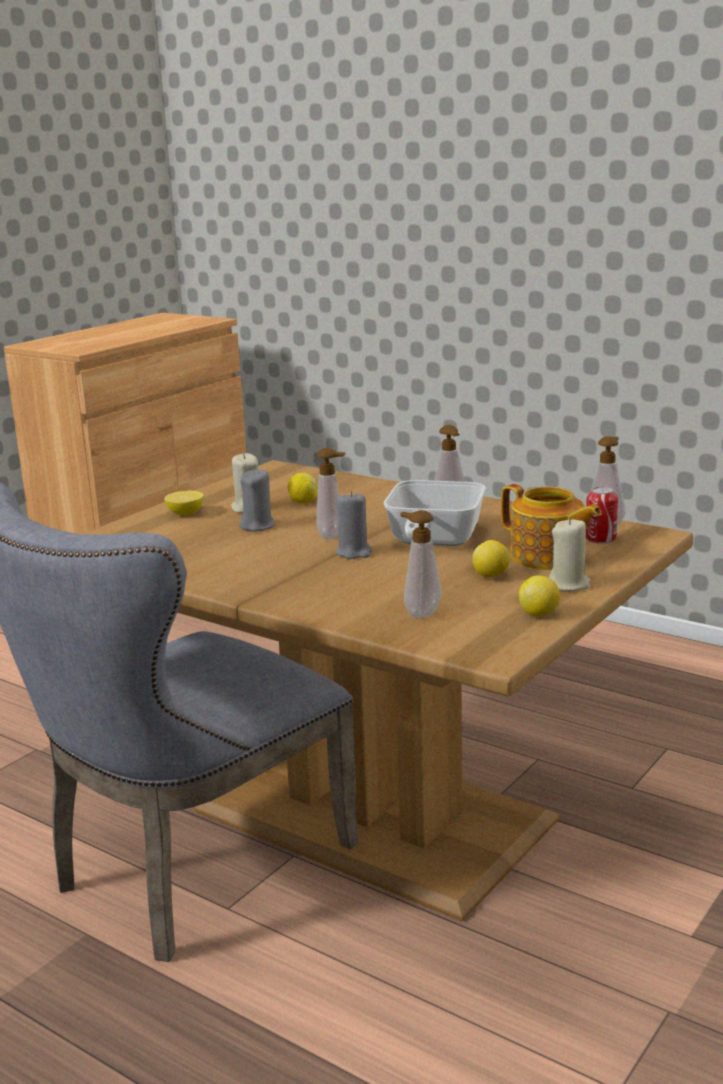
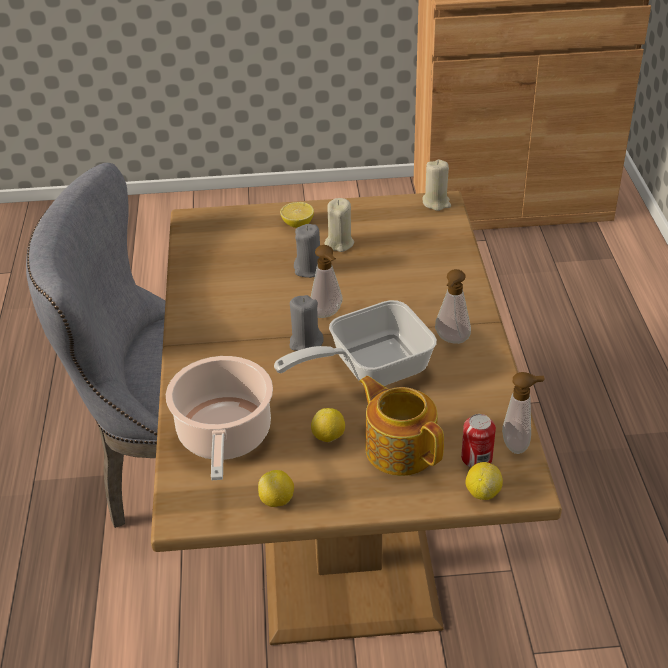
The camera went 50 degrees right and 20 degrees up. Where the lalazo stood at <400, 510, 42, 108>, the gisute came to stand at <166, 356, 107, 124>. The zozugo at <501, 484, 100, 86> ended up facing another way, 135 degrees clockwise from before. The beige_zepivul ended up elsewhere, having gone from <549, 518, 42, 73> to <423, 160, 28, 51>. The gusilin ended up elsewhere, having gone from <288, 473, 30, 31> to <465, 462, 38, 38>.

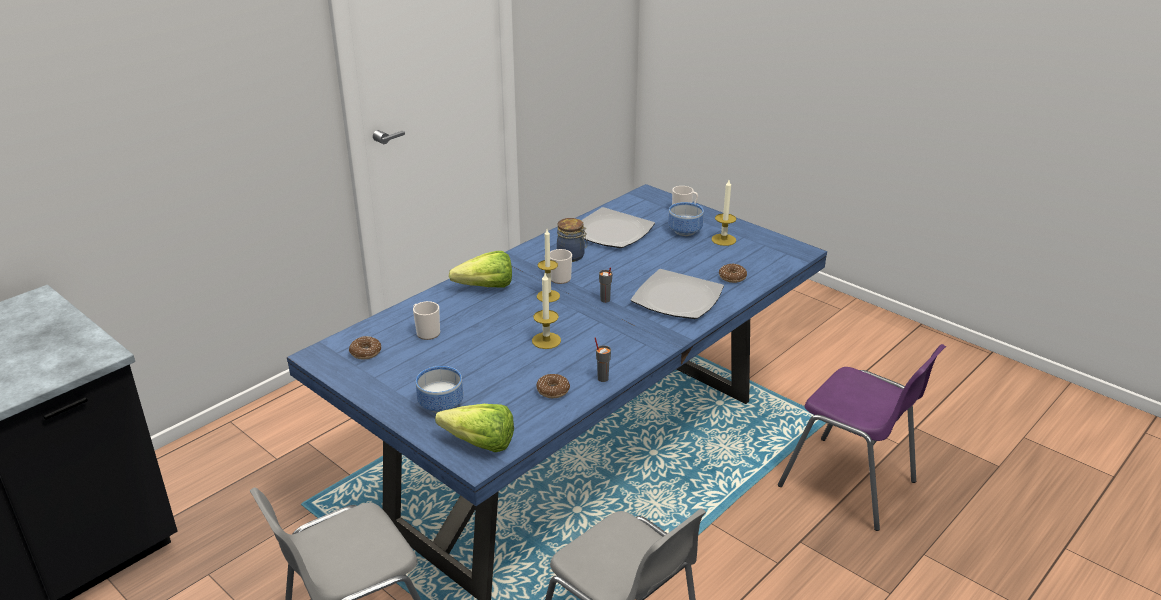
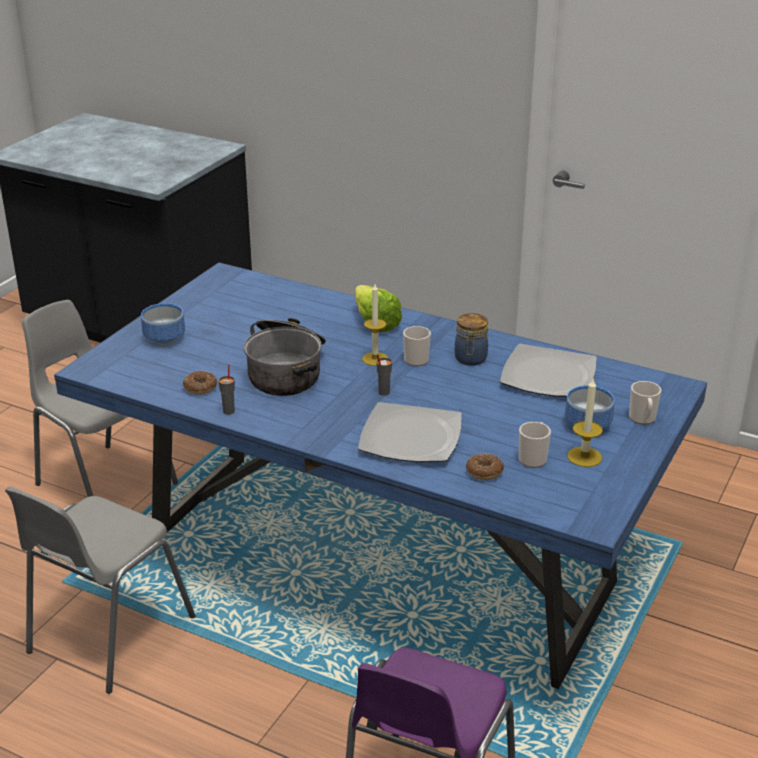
The camera went 75 degrees right and 0 degrees up. Where the zepivul stood at <532, 273, 29, 76>, the gisute came to stand at <244, 318, 82, 78>. The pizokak ended up elsewhere, having gone from <413, 301, 27, 39> to <519, 422, 32, 46>. The second view lost the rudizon at <349, 336, 32, 23>. The second view lost the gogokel at <435, 404, 79, 48>.

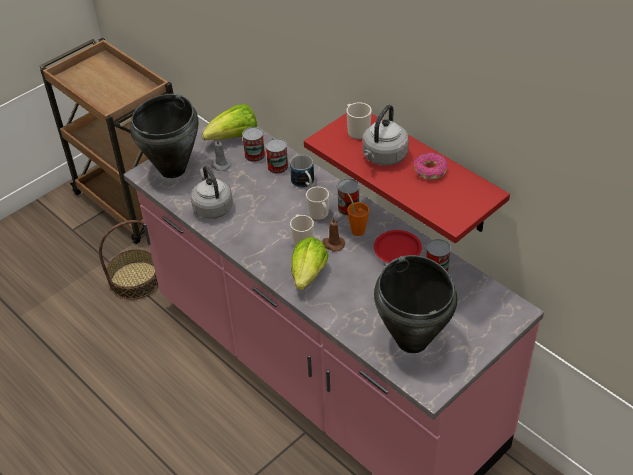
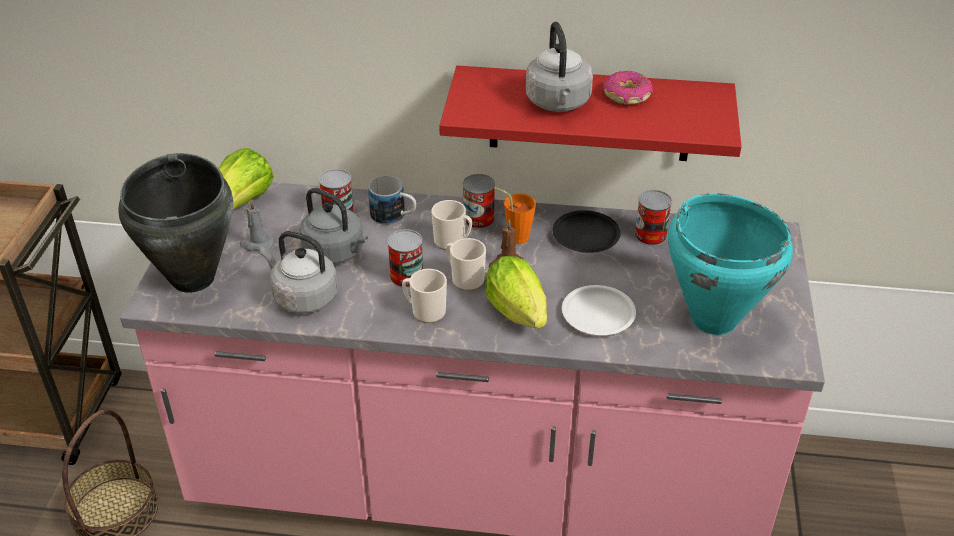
The camera went 40 degrees left and 5 degrees down. The second view gained the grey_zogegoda at <299, 188, 69, 76>. The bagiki ended up elsewhere, having gone from <242, 127, 23, 35> to <387, 229, 36, 59>. The pizokak ended up elsewhere, having gone from <346, 102, 26, 38> to <402, 269, 45, 54>. What was the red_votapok at <374, 230, 48, 33> turned into the black_votapok at <552, 210, 69, 43>. The second view gained the white_votapok at <562, 285, 74, 50>. What was the black_gisute at <374, 255, 83, 98> turned into the turquoise_gisute at <668, 193, 125, 142>.

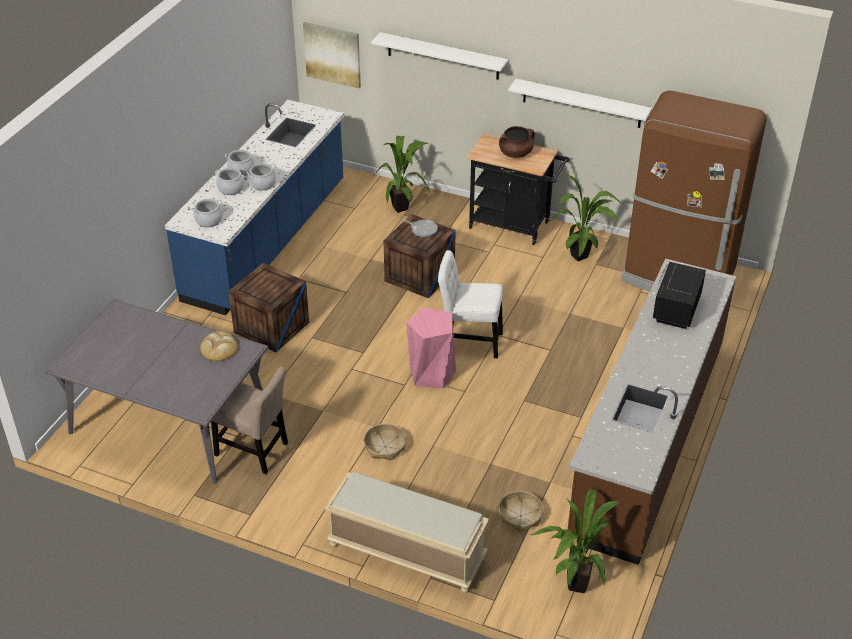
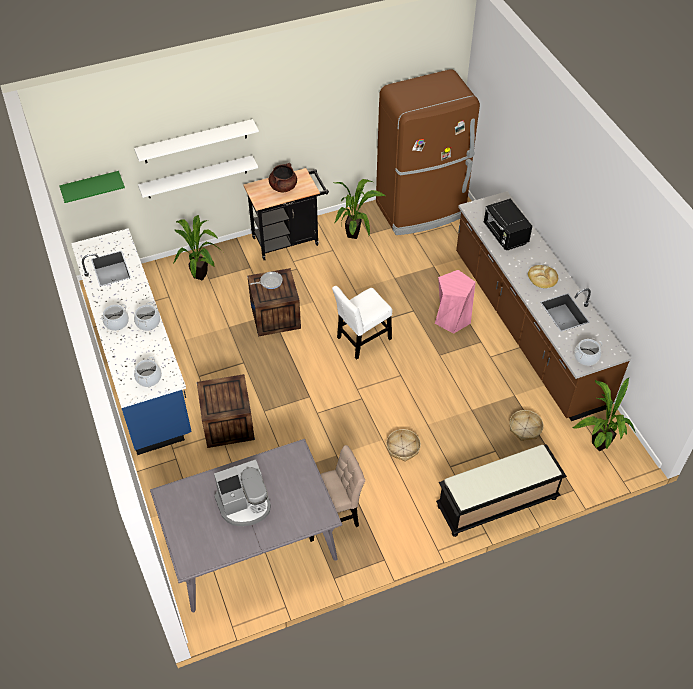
The camera went 45 degrees left and 10 degrees up. Where the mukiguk hung at <303, 22, 58, 66>, the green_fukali came to hang at <59, 171, 66, 32>. The white_fukali ended up elsewhere, having gone from <508, 79, 144, 49> to <138, 155, 120, 43>. The second view gained the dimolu at <214, 459, 57, 67>. The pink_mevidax ended up elsewhere, having gone from <406, 307, 50, 82> to <435, 270, 41, 64>. What was the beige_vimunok at <324, 472, 165, 121> turned into the black_vimunok at <436, 444, 131, 93>. The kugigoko ended up elsewhere, having gone from <200, 331, 38, 30> to <528, 265, 30, 23>. The gisute ended up elsewhere, having gone from <215, 168, 30, 27> to <574, 339, 29, 27>.

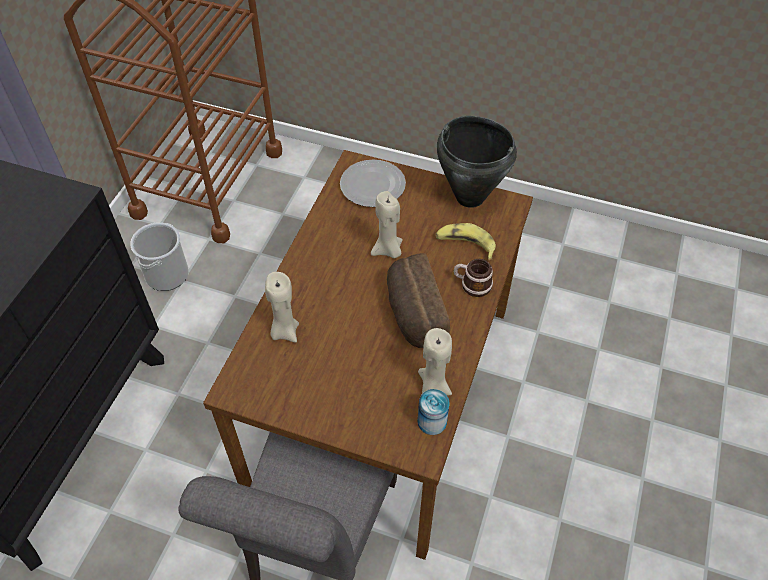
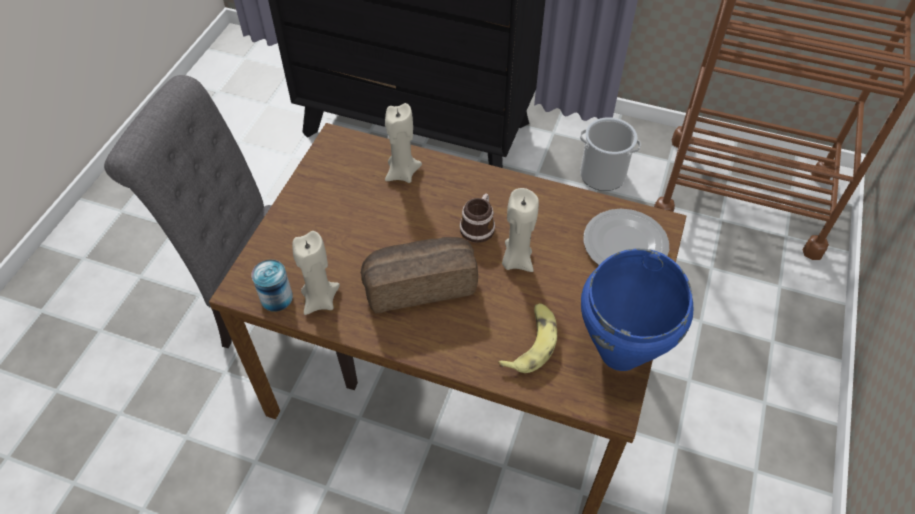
The camera went 90 degrees right and 0 degrees up. The pizokak ended up elsewhere, having gone from <454, 259, 39, 38> to <460, 194, 35, 49>. What was the black_gisute at <437, 116, 80, 92> turned into the blue_gisute at <581, 249, 112, 122>.

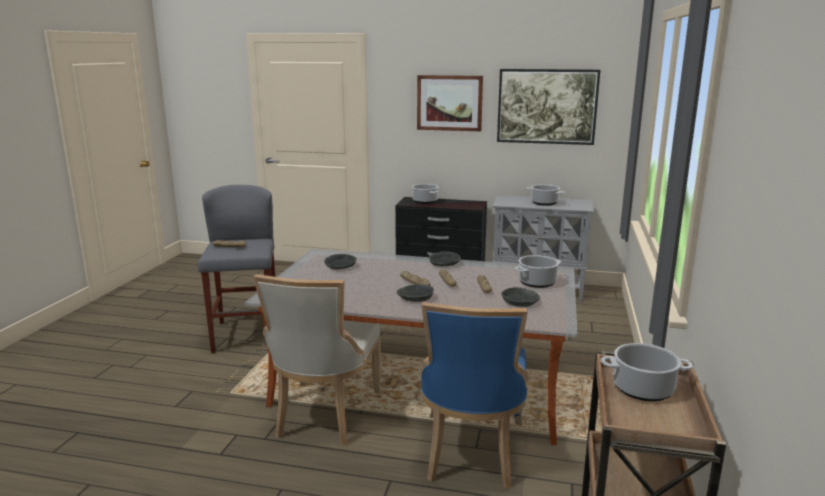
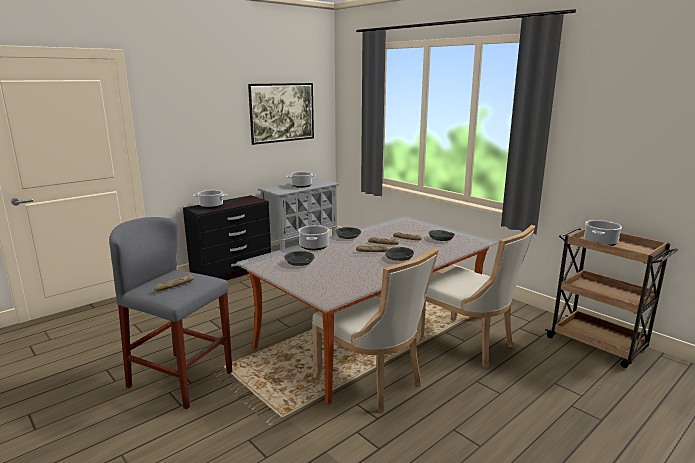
The camera went 55 degrees left and 0 degrees up. The gisute ended up elsewhere, having gone from <515, 255, 46, 33> to <298, 225, 31, 25>. What was the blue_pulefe at <419, 302, 110, 187> turned into the beige_pulefe at <416, 225, 119, 143>. The second view lost the mukiguk at <417, 75, 66, 56>.

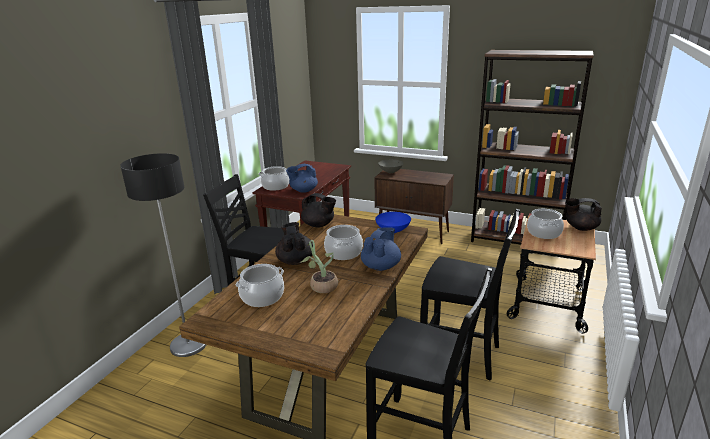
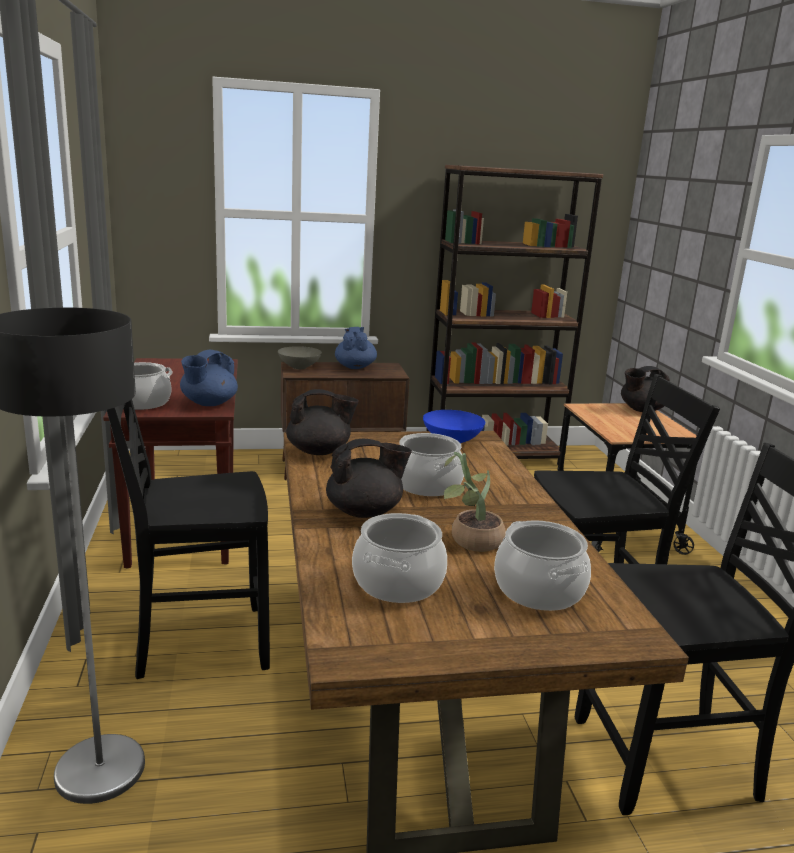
The camera went 35 degrees left and 5 degrees down. The black_zozugo at <275, 222, 38, 43> ended up facing another way, 120 degrees clockwise from before. The blue_zozugo ended up elsewhere, having gone from <361, 227, 40, 44> to <335, 327, 42, 42>. The gisute ended up elsewhere, having gone from <527, 209, 37, 30> to <494, 520, 97, 91>.

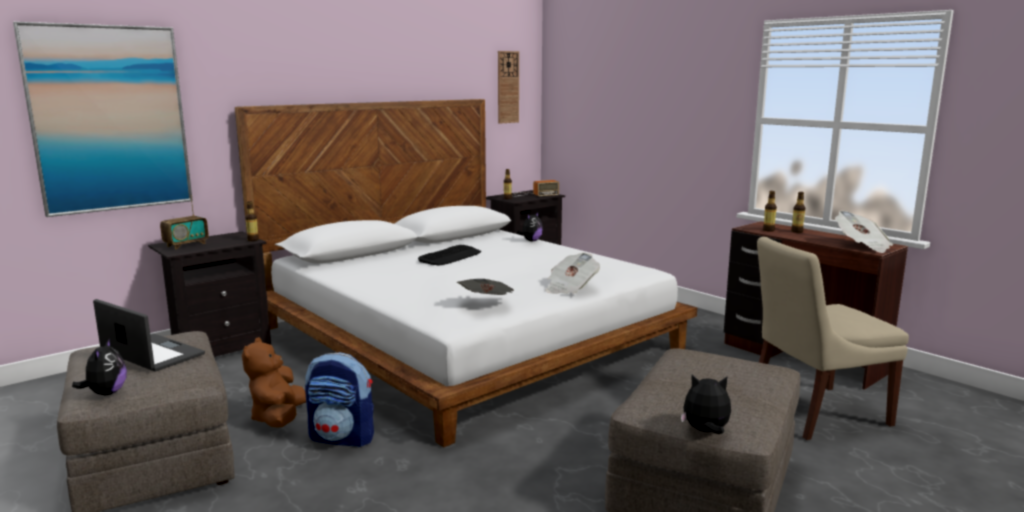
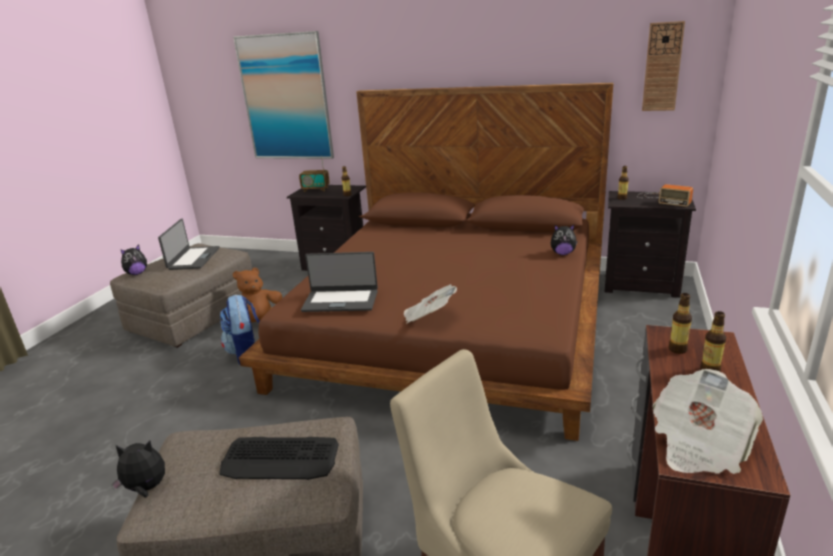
The camera went 60 degrees right and 10 degrees up. The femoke at <681, 375, 50, 59> ended up facing another way, 75 degrees counterclockwise from before. The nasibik ended up elsewhere, having gone from <418, 245, 63, 21> to <220, 437, 119, 43>. What was the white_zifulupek at <235, 99, 462, 348> turned into the brown_zifulupek at <239, 83, 374, 358>. Where the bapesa stood at <457, 279, 57, 16>, the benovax came to stand at <301, 252, 77, 60>.

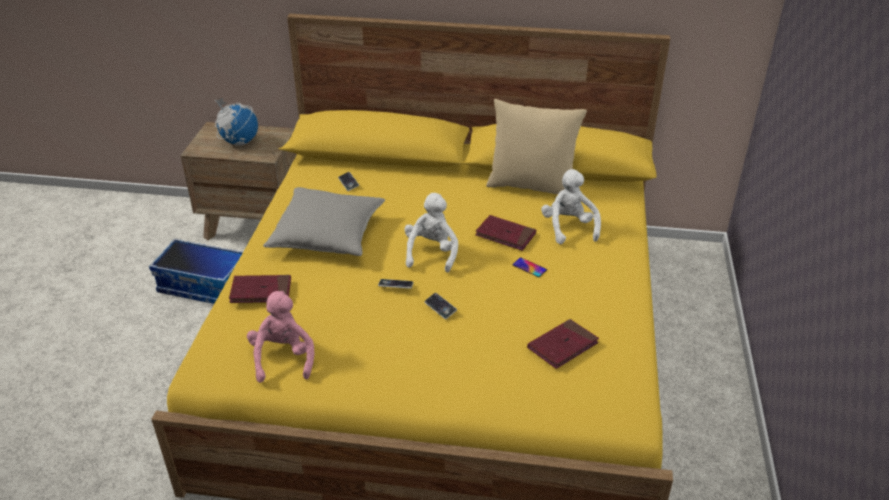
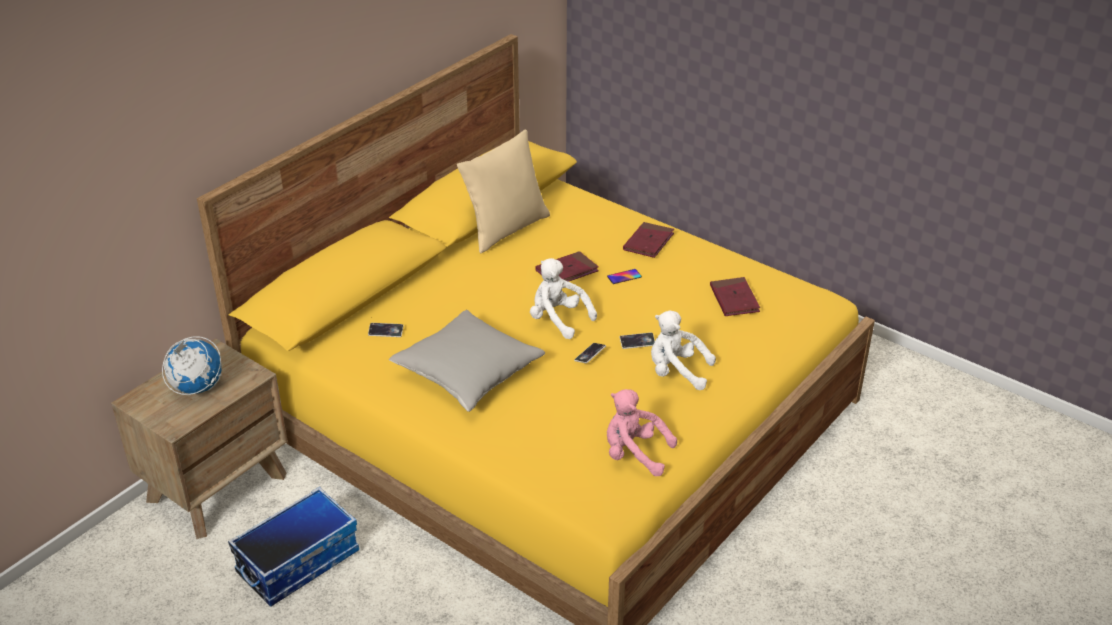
The camera went 60 degrees left and 0 degrees up. The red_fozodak ended up elsewhere, having gone from <229, 275, 62, 28> to <623, 222, 51, 36>. The white_femoke ended up elsewhere, having gone from <541, 169, 60, 75> to <651, 310, 65, 80>.

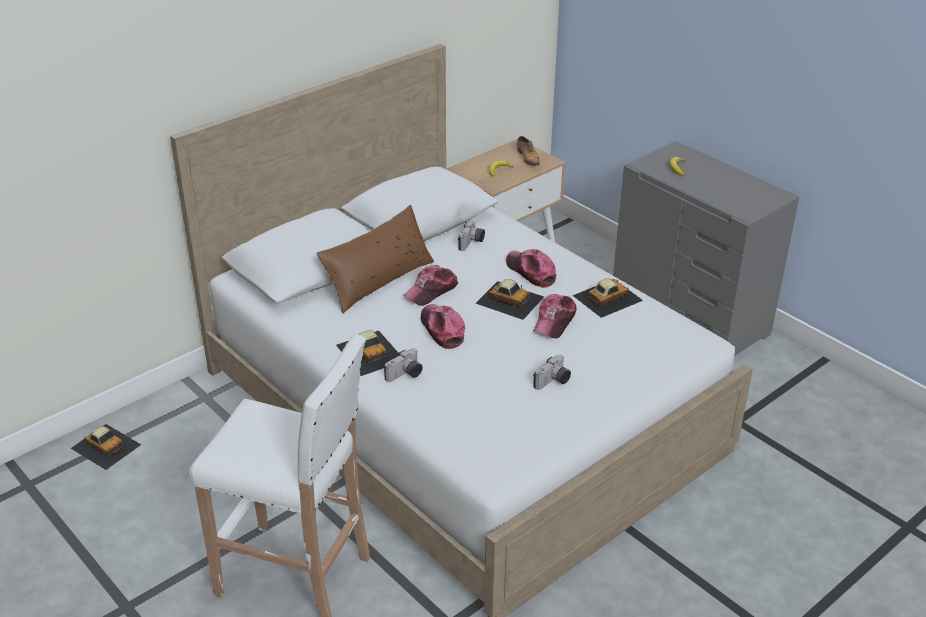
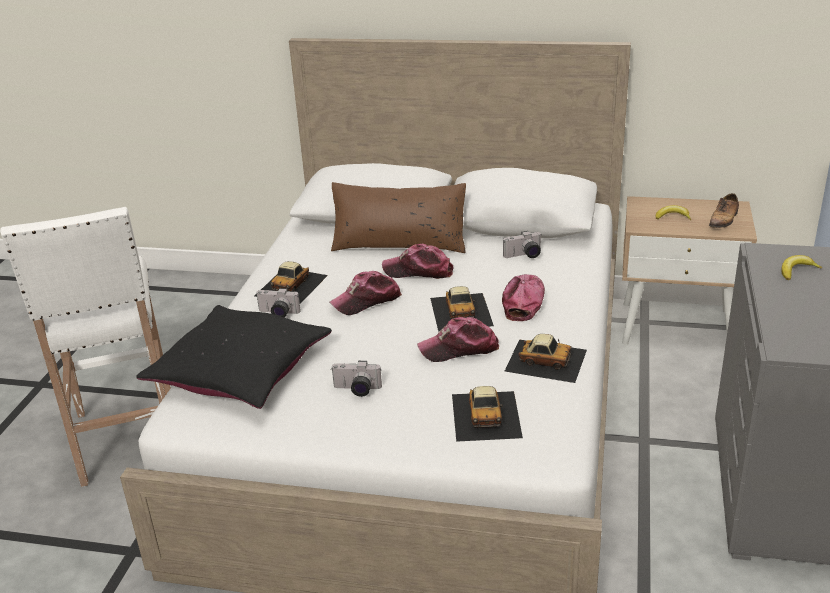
The camera went 55 degrees right and 5 degrees down. The second view gained the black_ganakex at <136, 305, 196, 104>. The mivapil at <421, 304, 44, 45> ended up facing another way, 150 degrees counterclockwise from before. The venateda ended up elsewhere, having gone from <71, 424, 70, 46> to <452, 386, 71, 56>.

